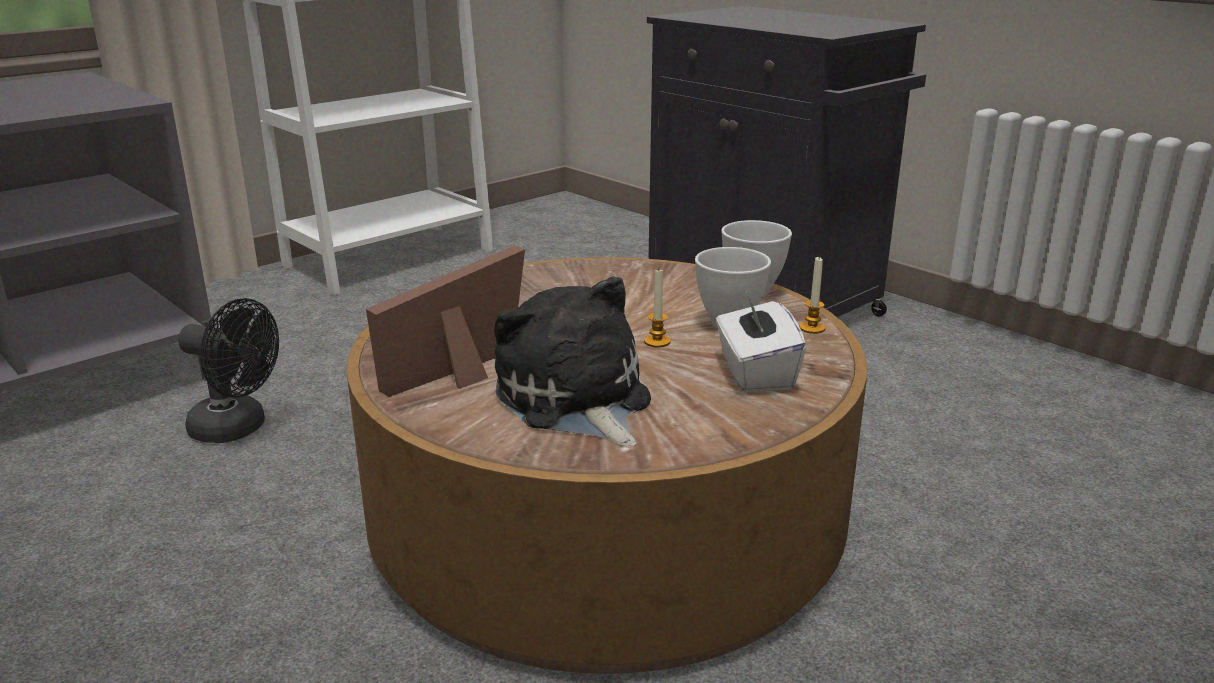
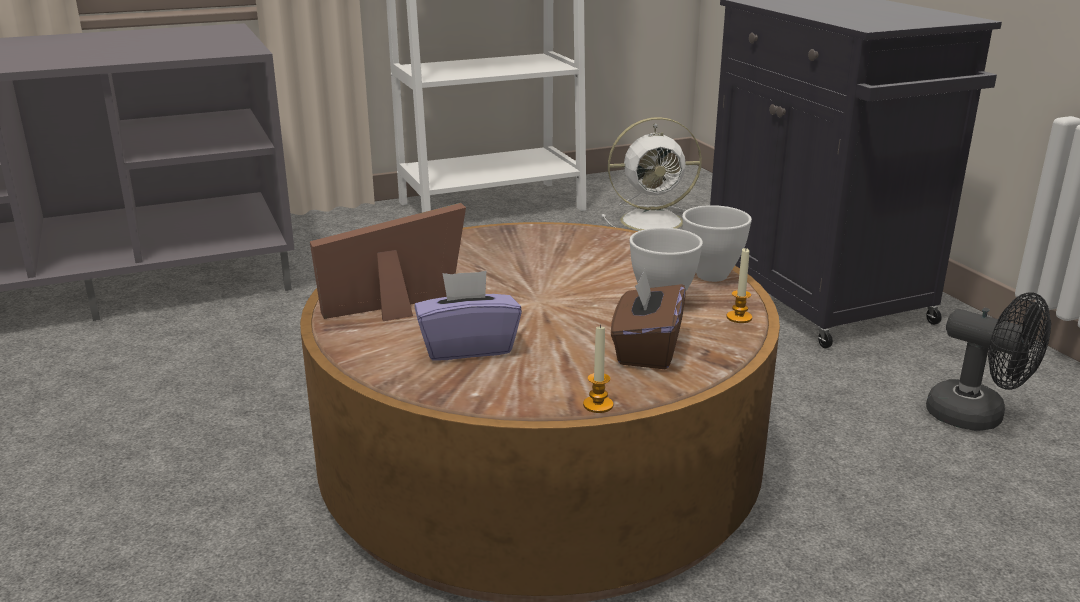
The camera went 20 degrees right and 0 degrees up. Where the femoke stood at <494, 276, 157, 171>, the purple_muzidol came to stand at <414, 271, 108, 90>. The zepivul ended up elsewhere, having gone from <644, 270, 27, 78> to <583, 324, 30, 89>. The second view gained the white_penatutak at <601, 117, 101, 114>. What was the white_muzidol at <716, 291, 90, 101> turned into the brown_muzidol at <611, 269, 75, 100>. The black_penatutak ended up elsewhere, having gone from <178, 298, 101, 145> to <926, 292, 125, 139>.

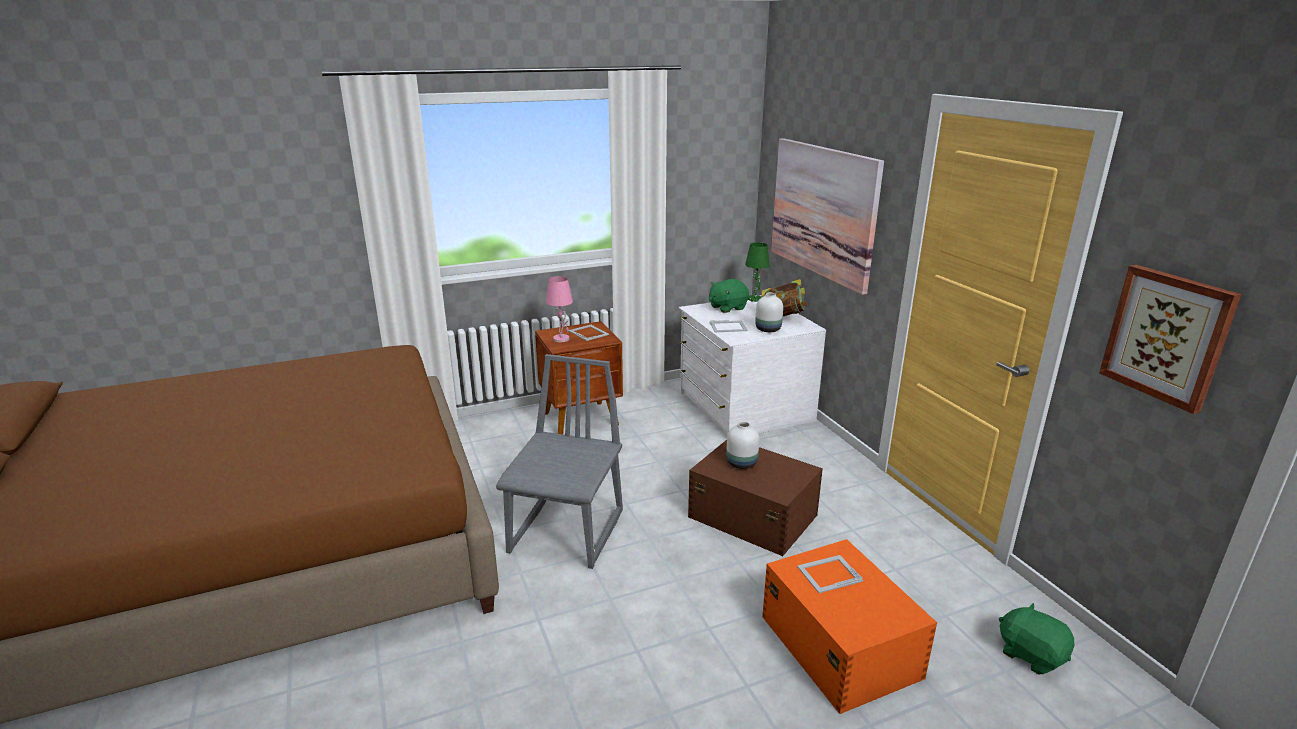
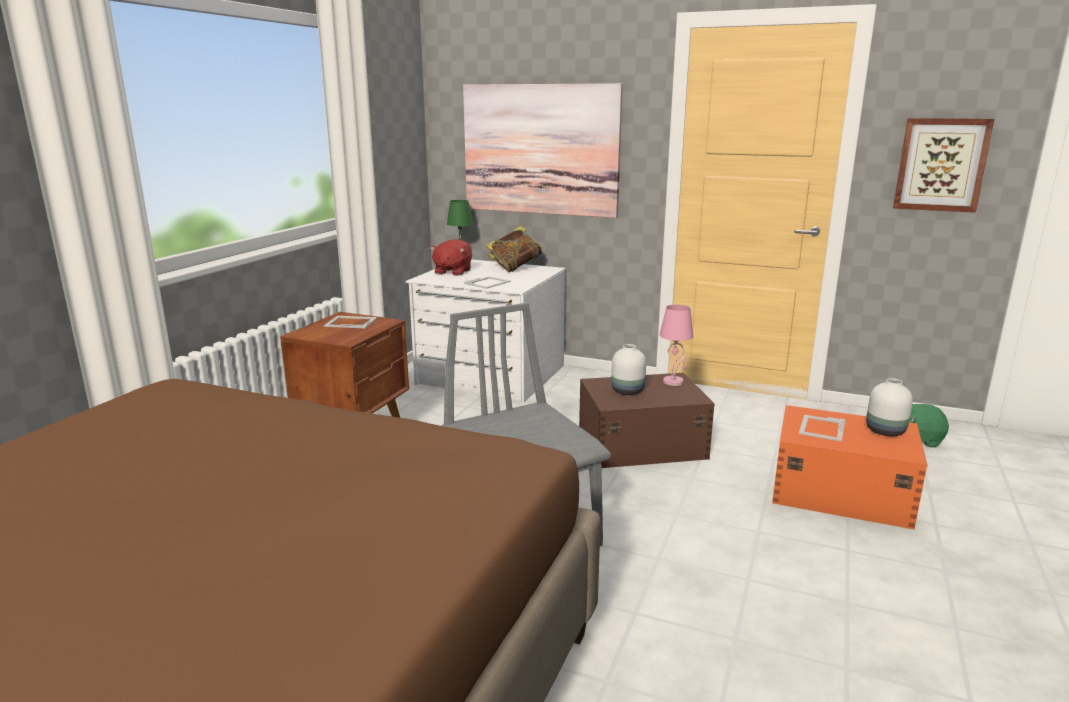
The camera went 45 degrees left and 5 degrees down. What was the green_femoke at <709, 279, 40, 34> turned into the red_femoke at <430, 239, 42, 37>. The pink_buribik ended up elsewhere, having gone from <546, 276, 27, 66> to <659, 305, 34, 81>. The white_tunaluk ended up elsewhere, having gone from <755, 292, 28, 40> to <866, 378, 47, 58>.

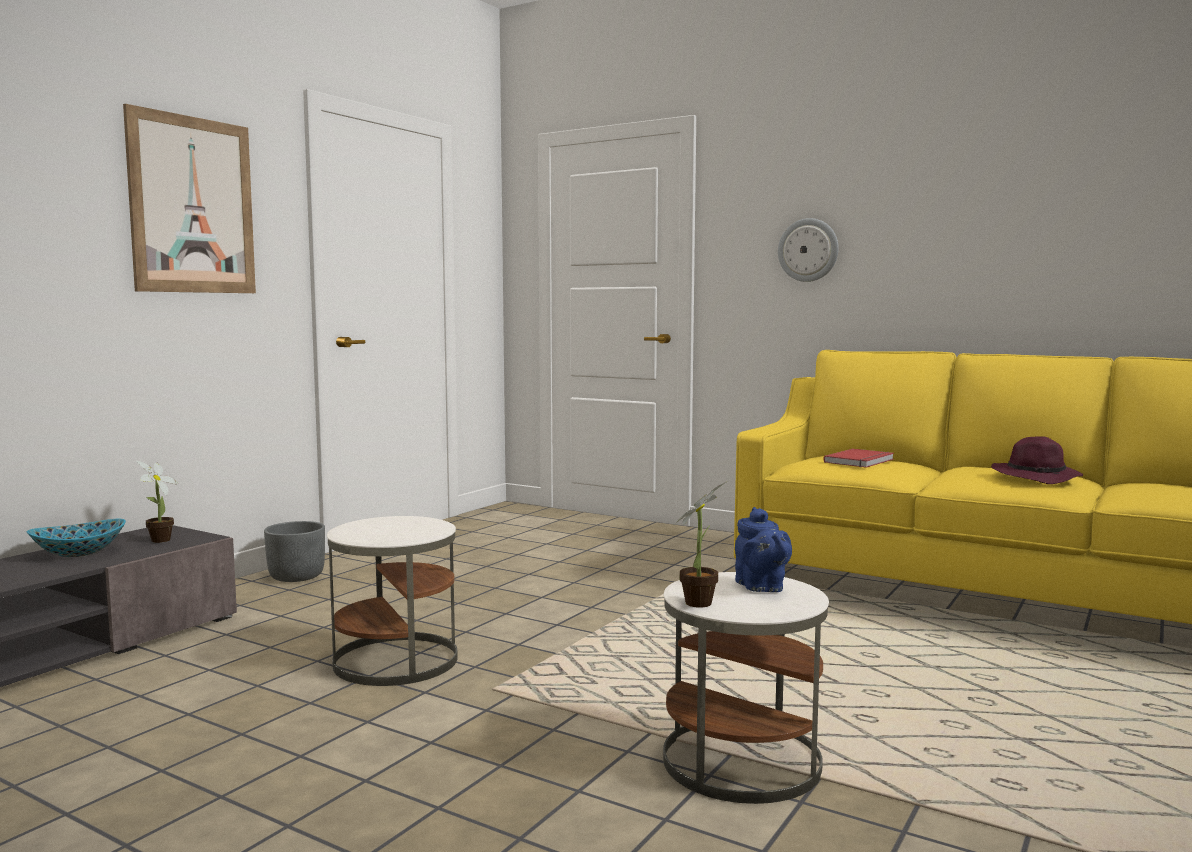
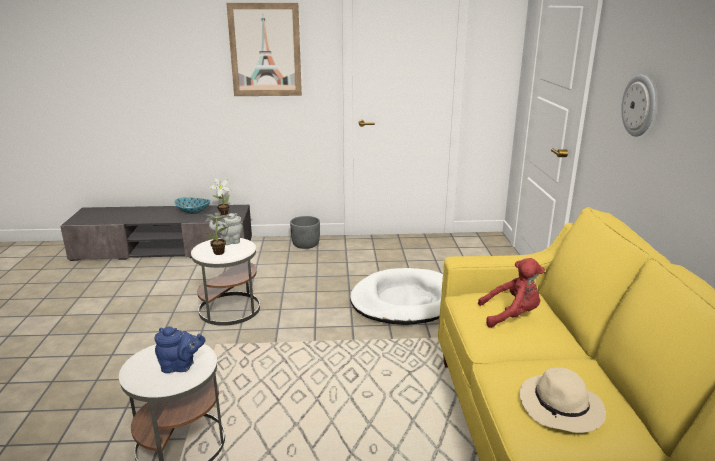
The camera went 55 degrees right and 15 degrees up. The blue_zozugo at <735, 507, 57, 85> ended up facing another way, 135 degrees counterclockwise from before. The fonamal ended up elsewhere, having gone from <674, 482, 52, 126> to <203, 211, 28, 44>. The second view gained the grey_zozugo at <209, 213, 34, 32>. The second view gained the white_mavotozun at <350, 268, 93, 57>. Where the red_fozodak stood at <824, 449, 70, 19>, the red_femoke came to stand at <478, 258, 67, 70>. What was the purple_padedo at <991, 437, 92, 47> turned into the beige_padedo at <519, 367, 87, 66>.

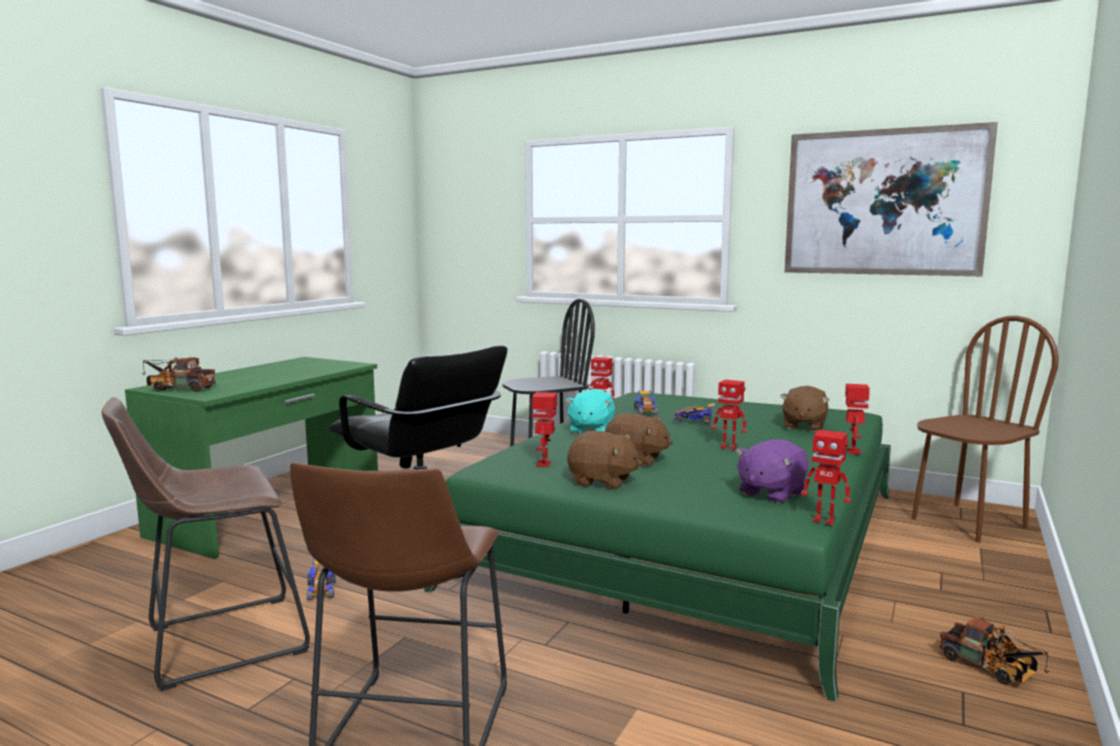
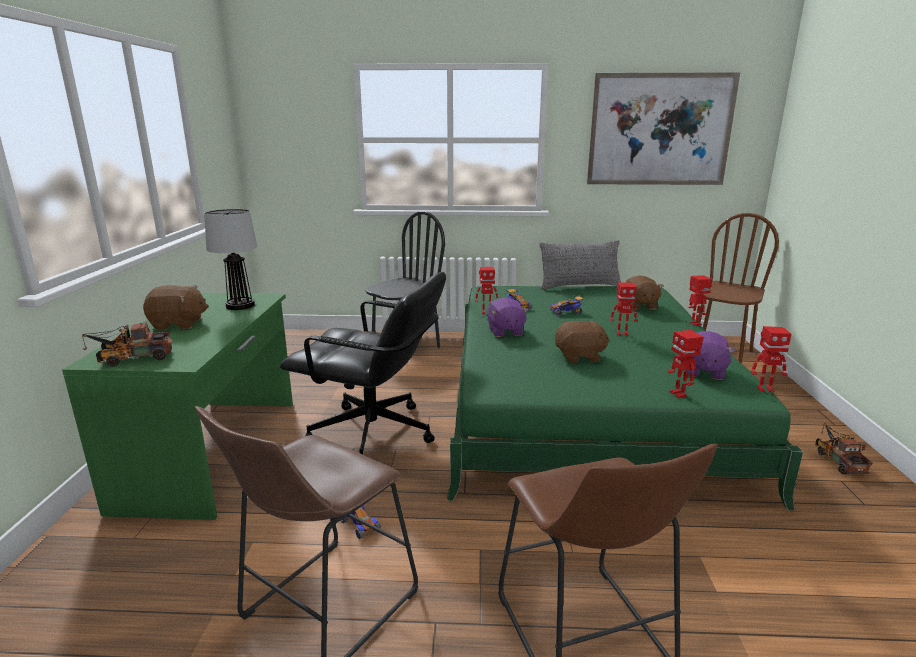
The camera went 25 degrees left and 10 degrees up. The brown_femoke ended up elsewhere, having gone from <567, 431, 76, 58> to <143, 285, 66, 45>. The second view gained the buribik at <204, 209, 53, 101>. What was the turquoise_femoke at <565, 389, 50, 45> turned into the purple_femoke at <487, 298, 42, 39>. The second view gained the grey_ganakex at <540, 240, 81, 50>. The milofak ended up elsewhere, having gone from <532, 392, 25, 75> to <668, 330, 35, 68>. The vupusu at <939, 617, 110, 67> ended up facing another way, 120 degrees counterclockwise from before.

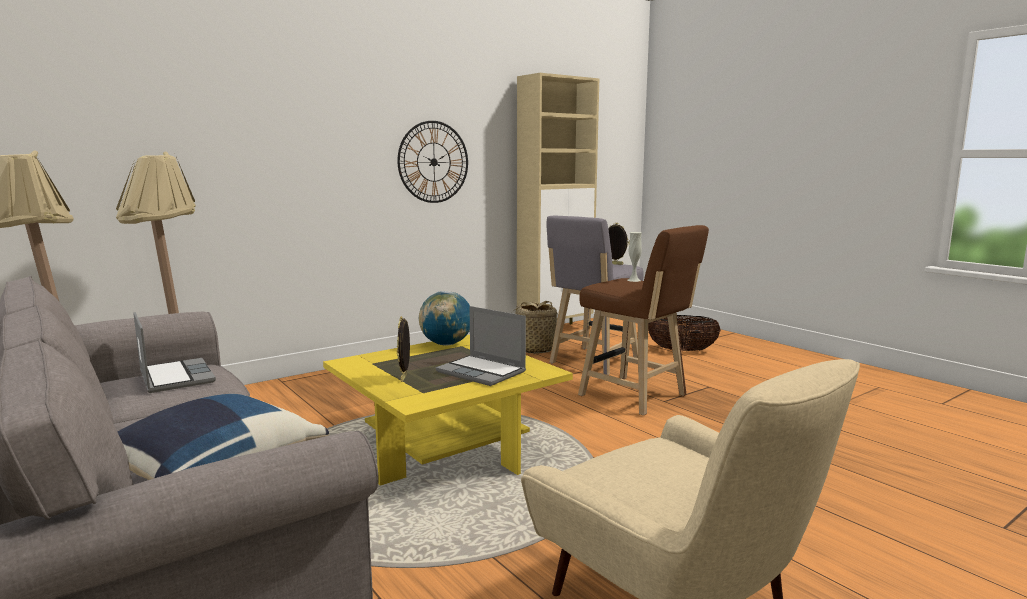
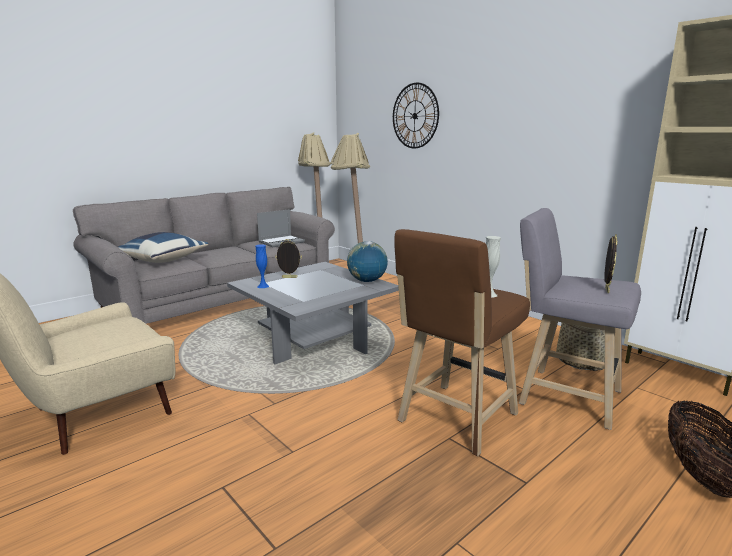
The camera went 85 degrees right and 5 degrees up. What was the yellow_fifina at <323, 334, 250, 152> turned into the grey_fifina at <227, 262, 172, 102>. The second view gained the blue_tunaluk at <256, 244, 13, 44>. The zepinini ended up elsewhere, having gone from <397, 121, 71, 82> to <393, 83, 46, 66>. The second view lost the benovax at <436, 306, 90, 80>.

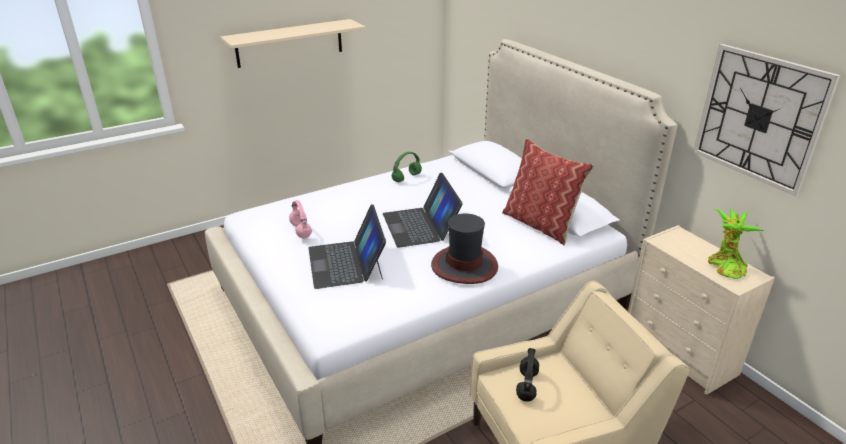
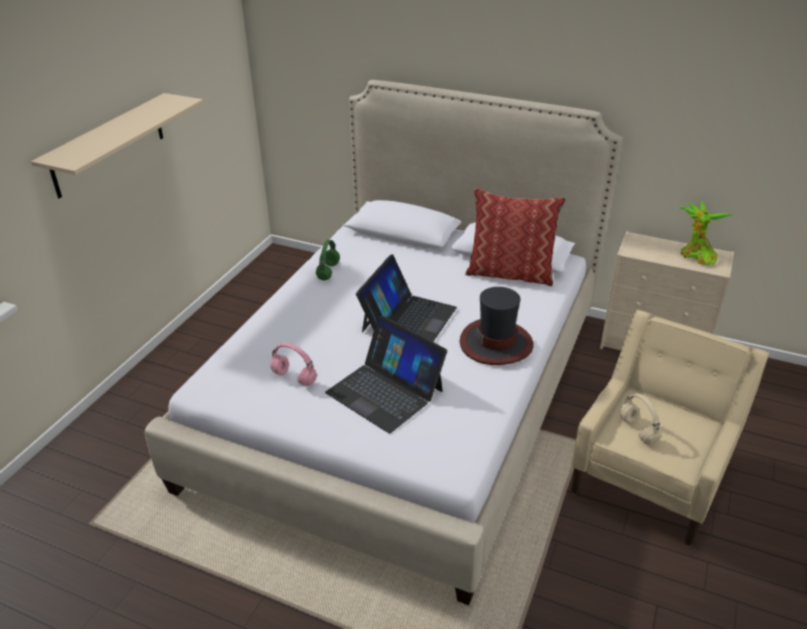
The camera went 35 degrees left and 5 degrees up. The benovax at <383, 173, 80, 74> ended up facing another way, 105 degrees counterclockwise from before. What was the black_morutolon at <516, 348, 23, 54> turned into the beige_morutolon at <620, 393, 41, 52>. The second view lost the zepinini at <693, 44, 148, 152>.

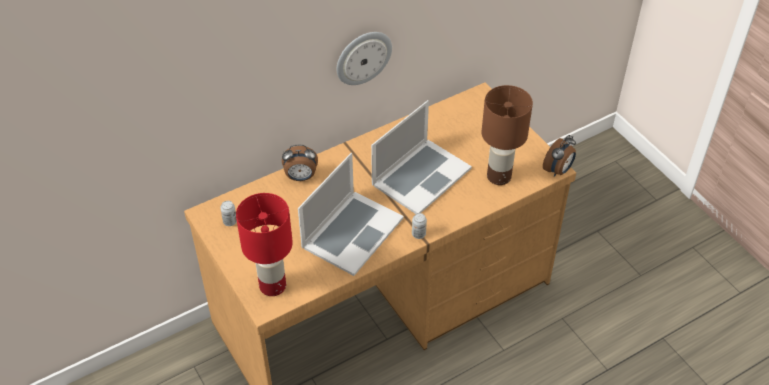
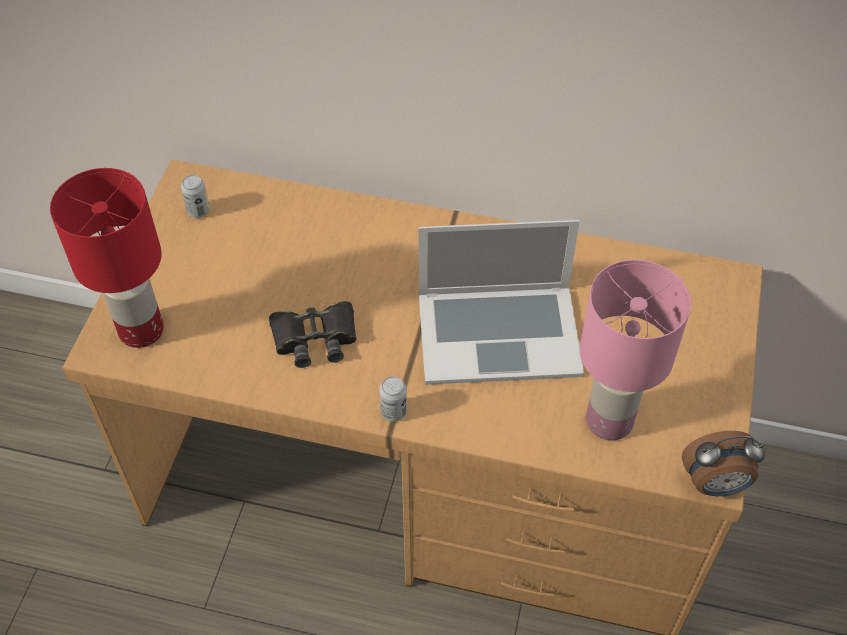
The camera went 45 degrees right and 5 degrees up. Where the benovax stood at <298, 153, 106, 123>, the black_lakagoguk came to stand at <269, 301, 87, 67>. What was the brown_buribik at <482, 85, 51, 100> turned into the pink_buribik at <580, 260, 111, 180>. The second view lost the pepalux at <282, 145, 36, 36>. The second view lost the zepinini at <337, 32, 55, 53>.

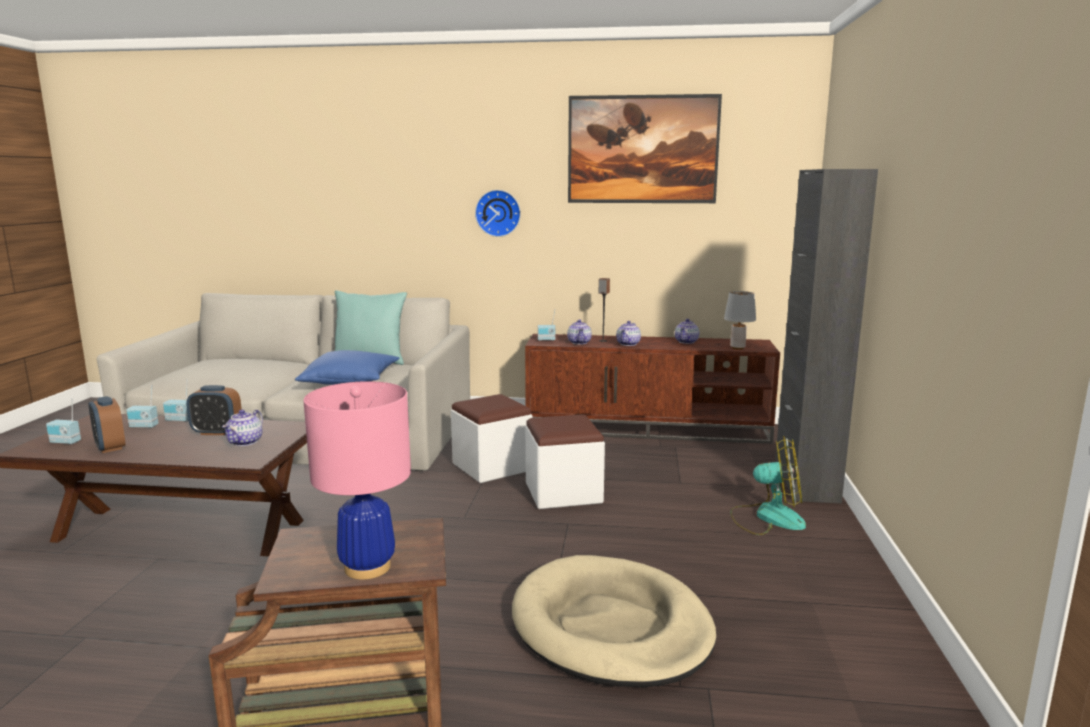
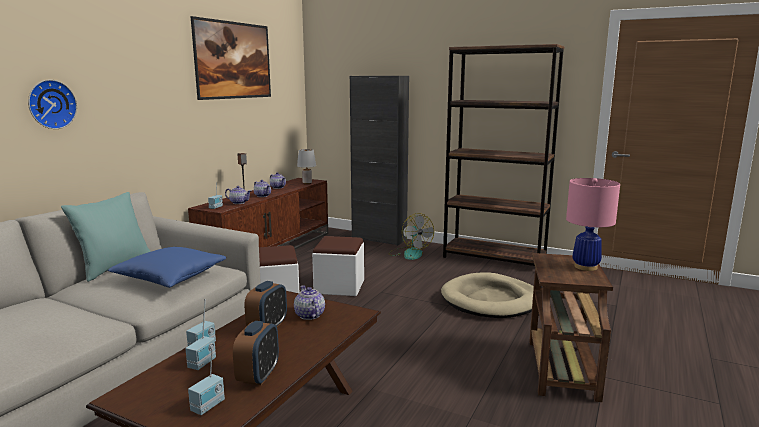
The camera went 70 degrees left and 0 degrees up. The zepinini ended up elsewhere, having gone from <475, 190, 46, 47> to <28, 80, 49, 49>. The pepalux at <89, 396, 36, 57> ended up facing another way, 60 degrees counterclockwise from before. The zozugo at <222, 410, 41, 36> ended up facing another way, 150 degrees counterclockwise from before. The penatutak at <730, 436, 76, 99> ended up facing another way, 120 degrees clockwise from before. The second view gained the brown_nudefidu at <443, 44, 121, 222>.

